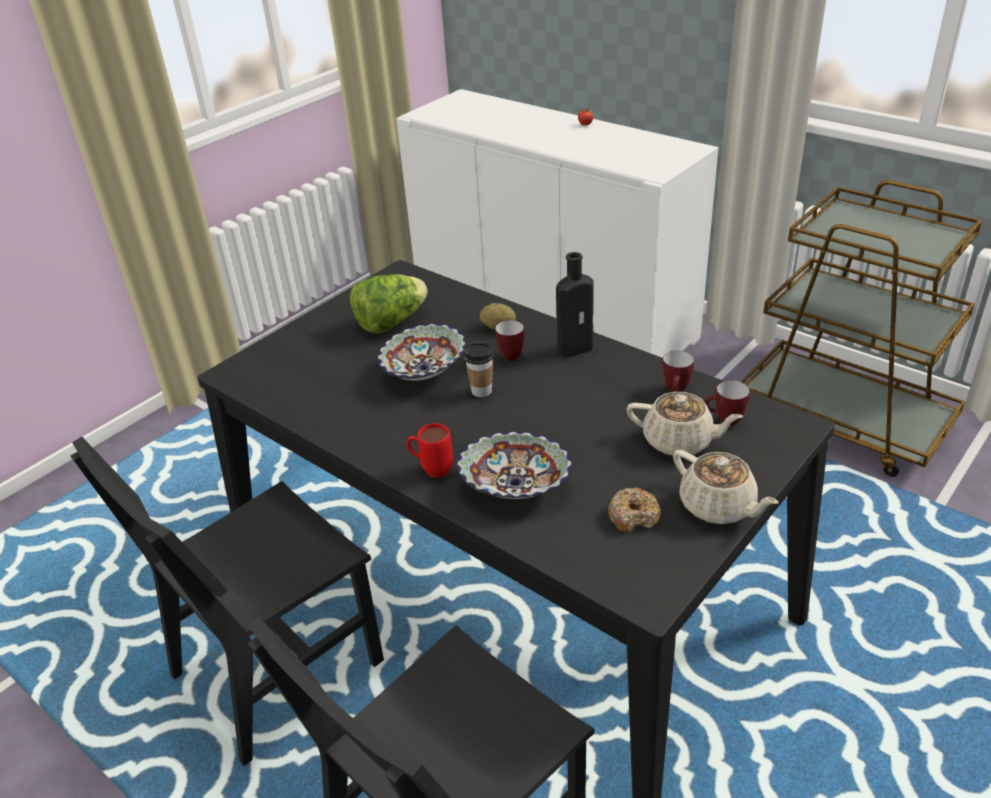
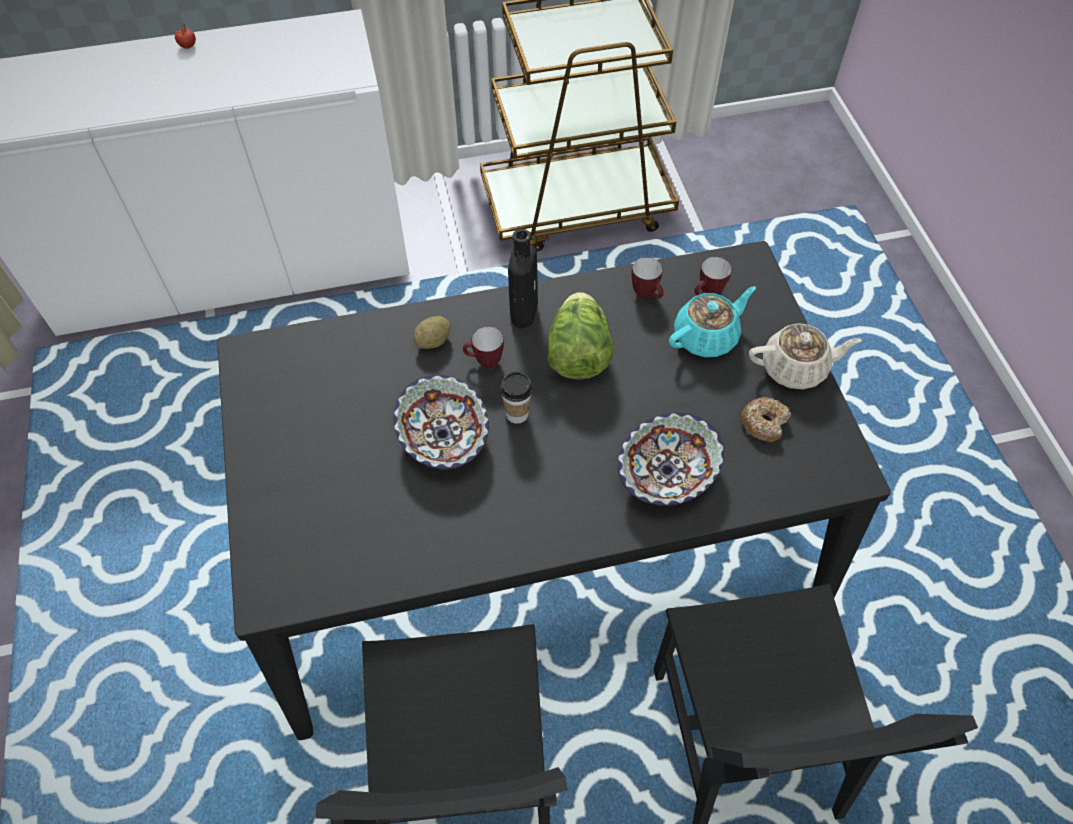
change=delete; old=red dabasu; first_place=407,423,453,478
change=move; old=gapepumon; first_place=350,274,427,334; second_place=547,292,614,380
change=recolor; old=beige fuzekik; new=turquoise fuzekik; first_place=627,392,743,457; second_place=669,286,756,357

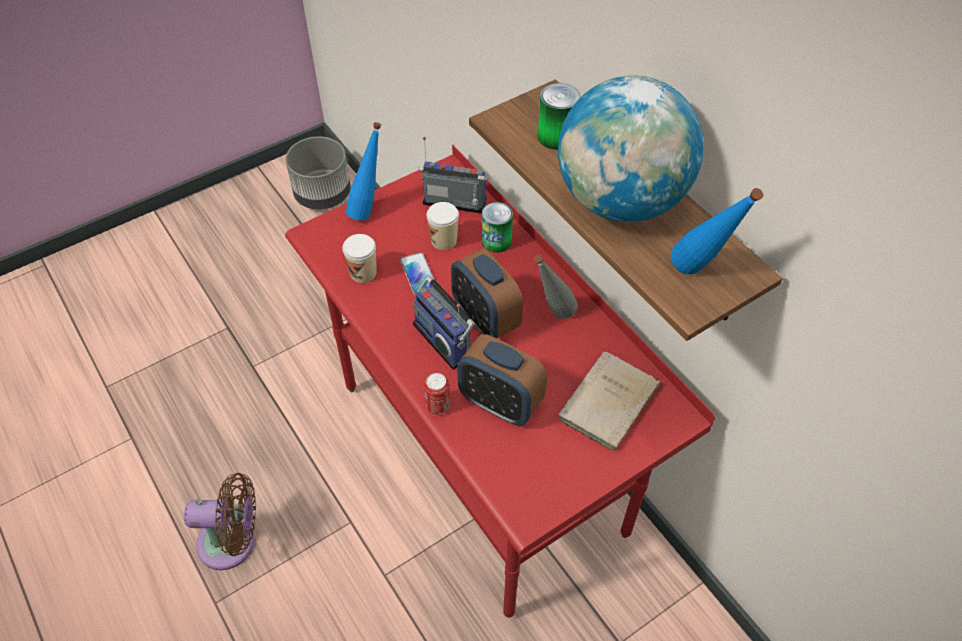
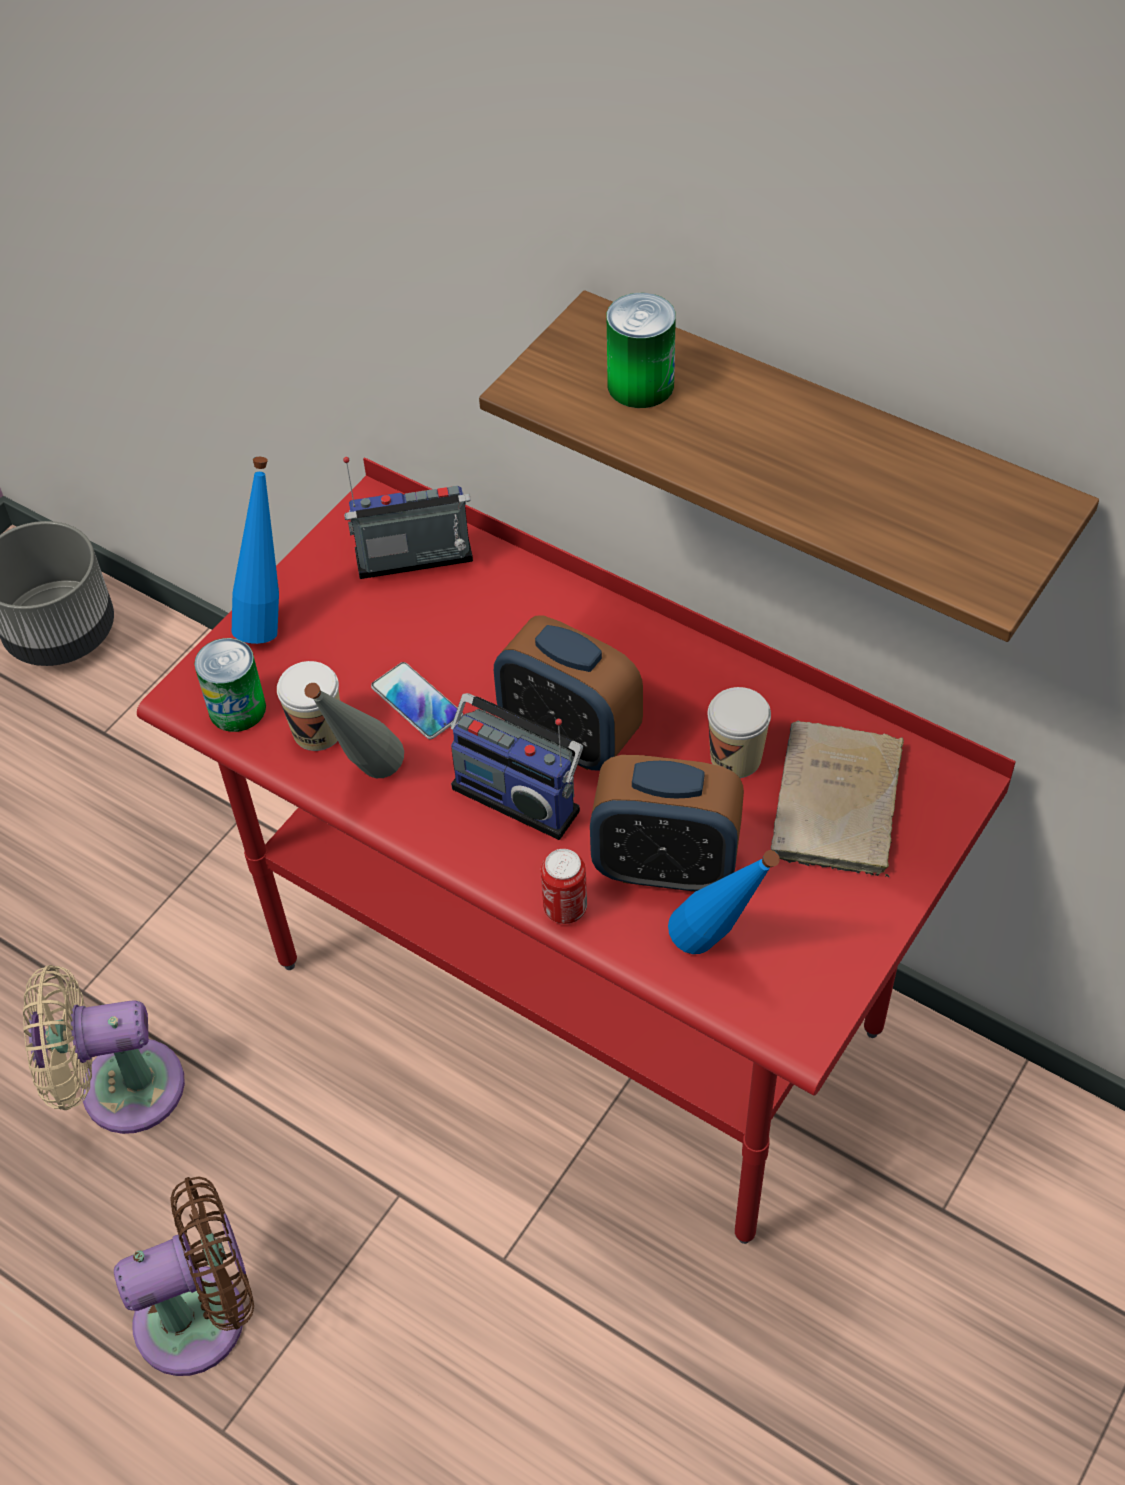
change=delete; old=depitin; first_place=558,75,704,222
change=insert; new=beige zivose; second_place=23,965,185,1134
change=move; old=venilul; first_place=427,202,459,250; second_place=707,687,771,778
change=move; old=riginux; first_place=482,202,513,253; second_place=194,638,266,732
change=move; old=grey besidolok; first_place=534,255,578,319; second_place=304,683,404,778
change=move; old=blue besidolok; first_place=671,188,763,274; second_place=668,850,780,954

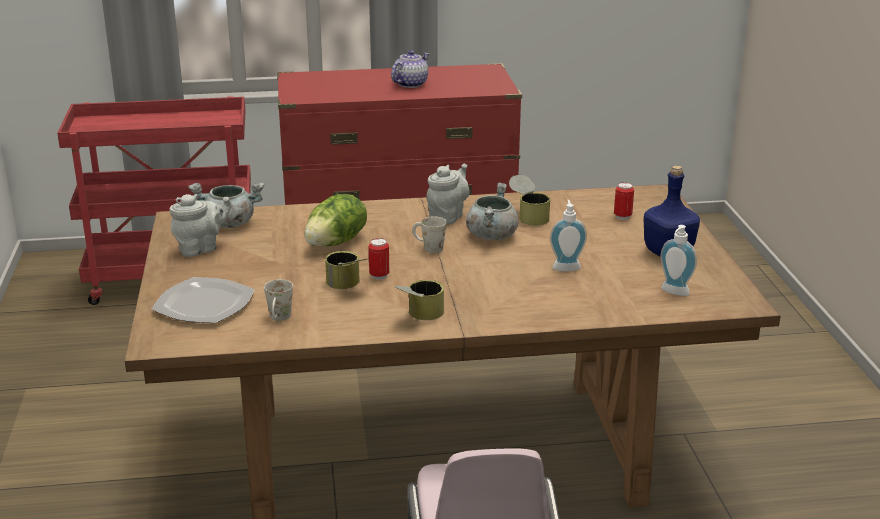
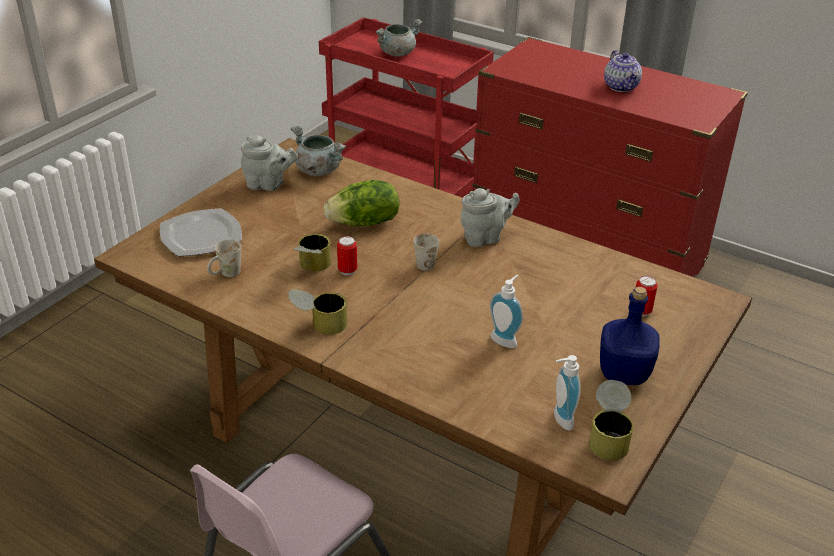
change=move; old=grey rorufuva; first_place=466,183,518,240; second_place=375,19,422,57
change=move; old=riginux; first_place=509,175,551,226; second_place=589,380,634,460
change=rotate; old=fuzekik; first_place=391,50,429,88; second_place=604,50,642,92; degrees=90

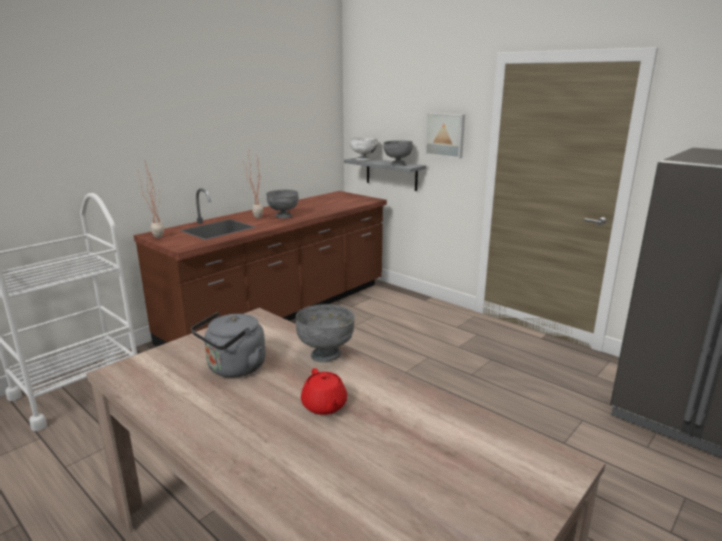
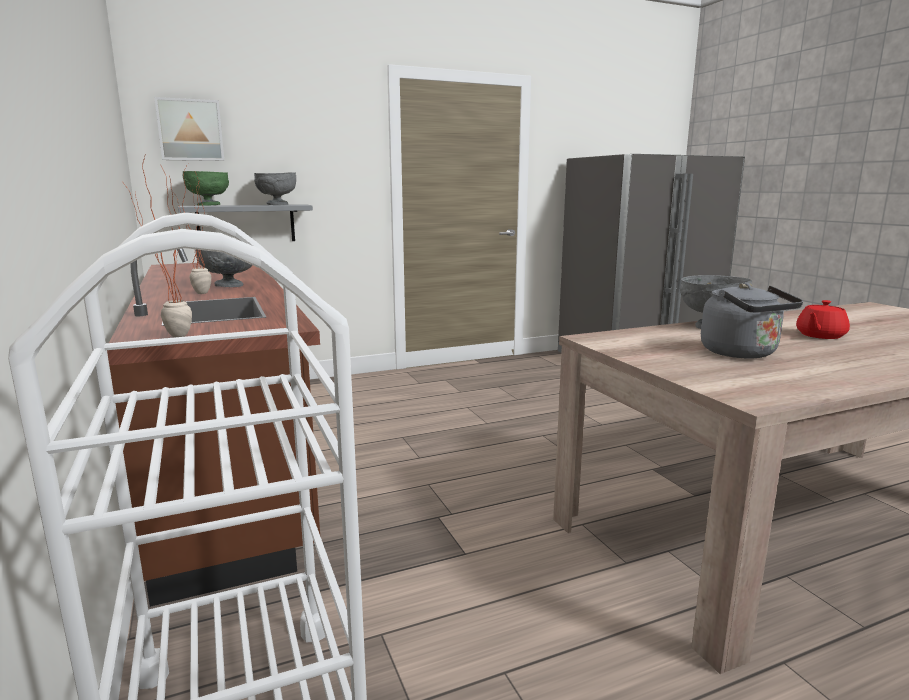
change=move; old=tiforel; first_place=425,113,465,159; second_place=154,97,224,161
change=recolor; old=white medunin; new=green medunin; first_place=350,137,377,160; second_place=183,171,229,206
change=rotate; old=red fuzekik; first_place=301,368,347,415; second_place=796,300,850,339; degrees=135

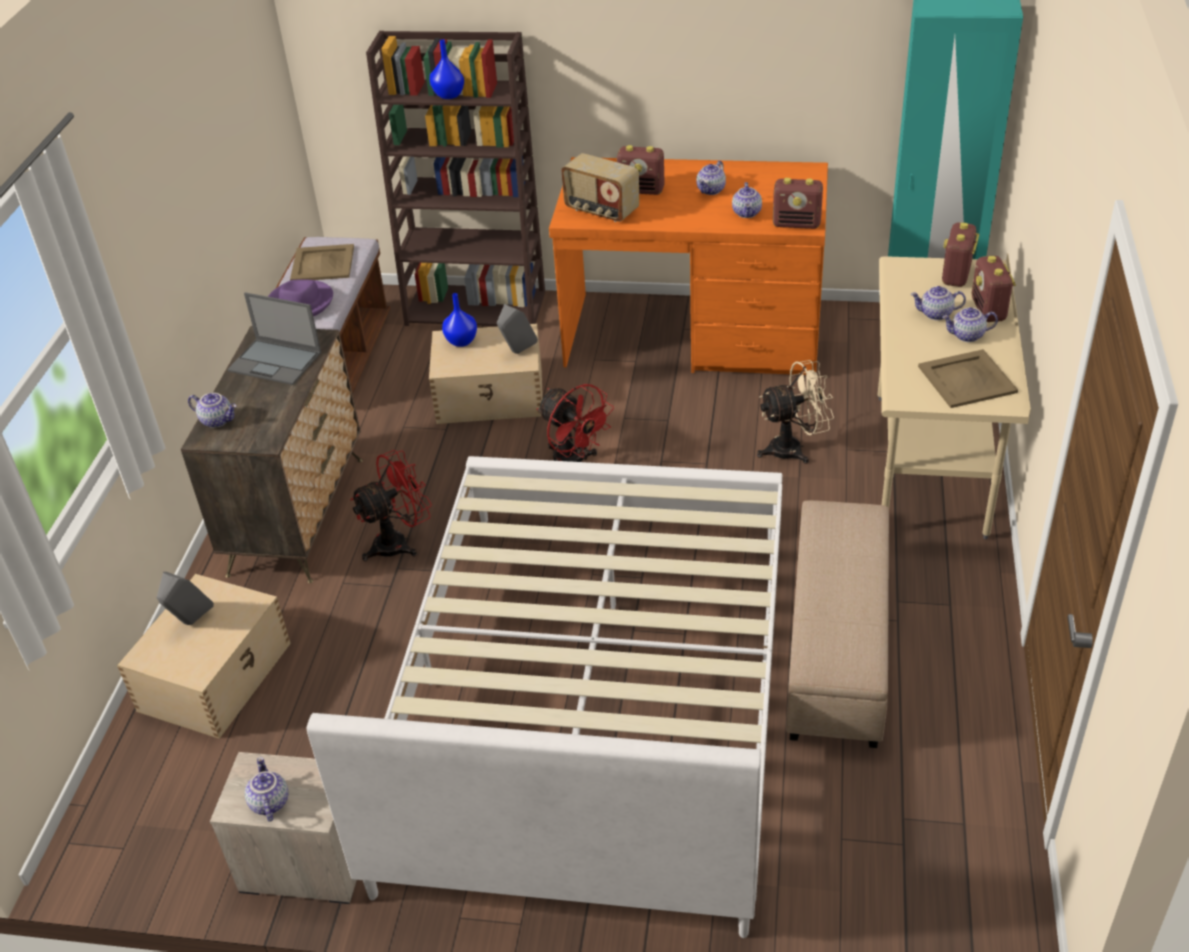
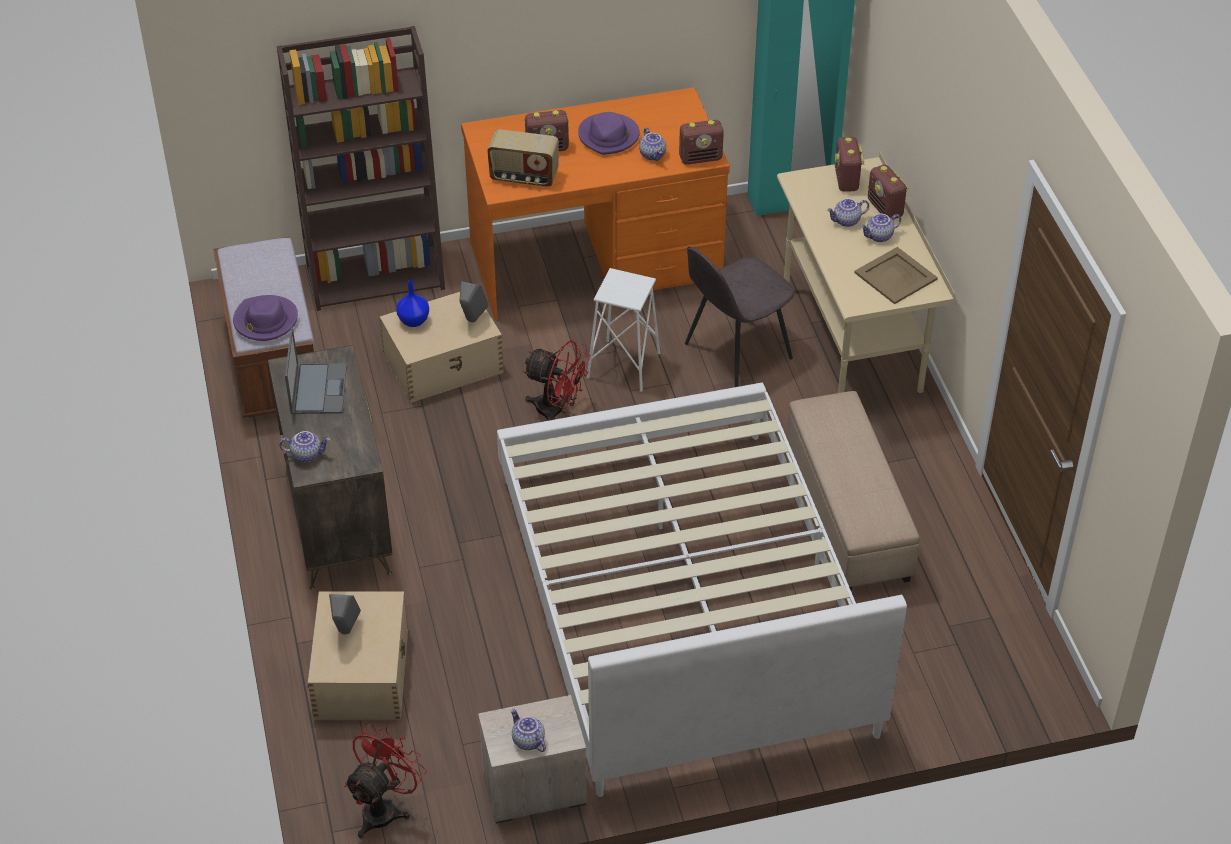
change=delete; old=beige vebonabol; first_place=290,244,354,280
change=delete; old=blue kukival; first_place=430,39,464,99
change=insert; new=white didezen; second_place=587,268,660,392
change=move; old=red zivose; first_place=350,450,432,561; second_place=344,724,427,838
change=replace; old=fuzekik; new=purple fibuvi; first_place=696,161,726,195; second_place=578,112,640,155
change=replace; old=beige zivose; new=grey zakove; first_place=757,360,834,464; second_place=685,246,795,387
change=rotate; old=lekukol; first_place=227,292,321,385; second_place=285,327,347,414; degrees=-90

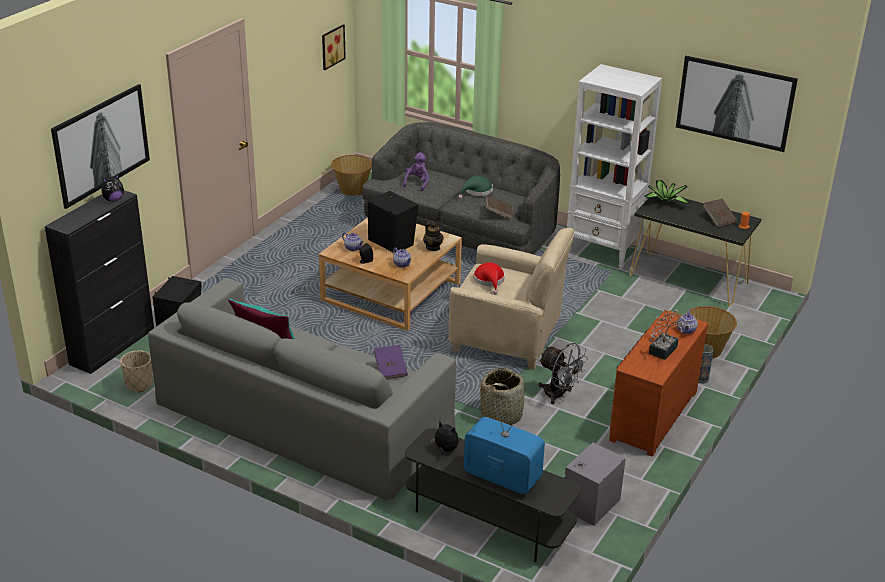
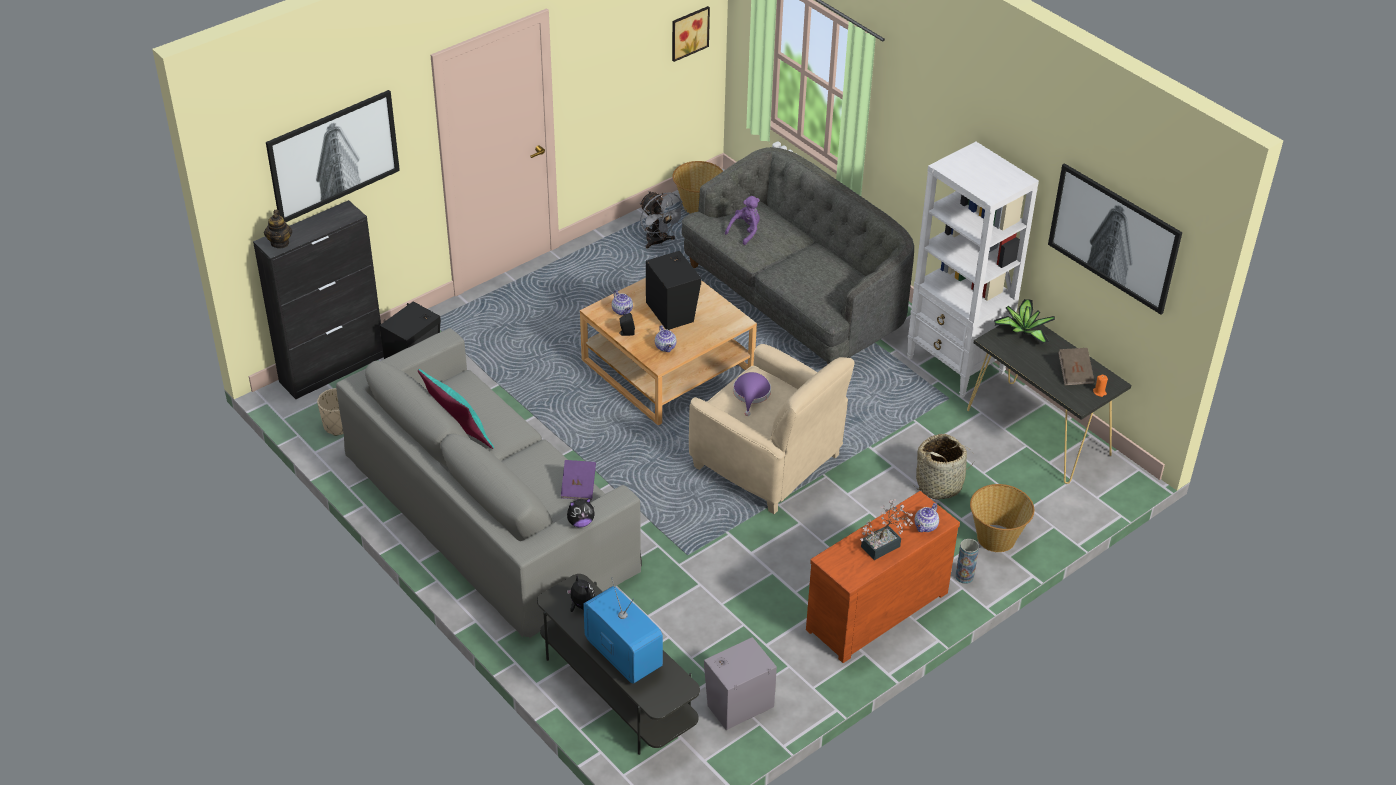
change=delete; old=green fibuvi; first_place=459,176,493,199
change=delete; old=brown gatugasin; first_place=486,195,513,219
change=move; old=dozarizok; first_place=101,174,124,202; second_place=567,498,594,527
change=move; old=fuzekik; first_place=423,222,443,251; second_place=264,210,292,248
change=move; old=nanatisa; first_place=480,368,526,425; second_place=914,434,974,500
change=move; old=grey zivose; first_place=539,343,588,404; second_place=640,191,687,249
change=recolor; old=red fibuvi; new=purple fibuvi; first_place=474,262,505,295; second_place=733,372,771,416

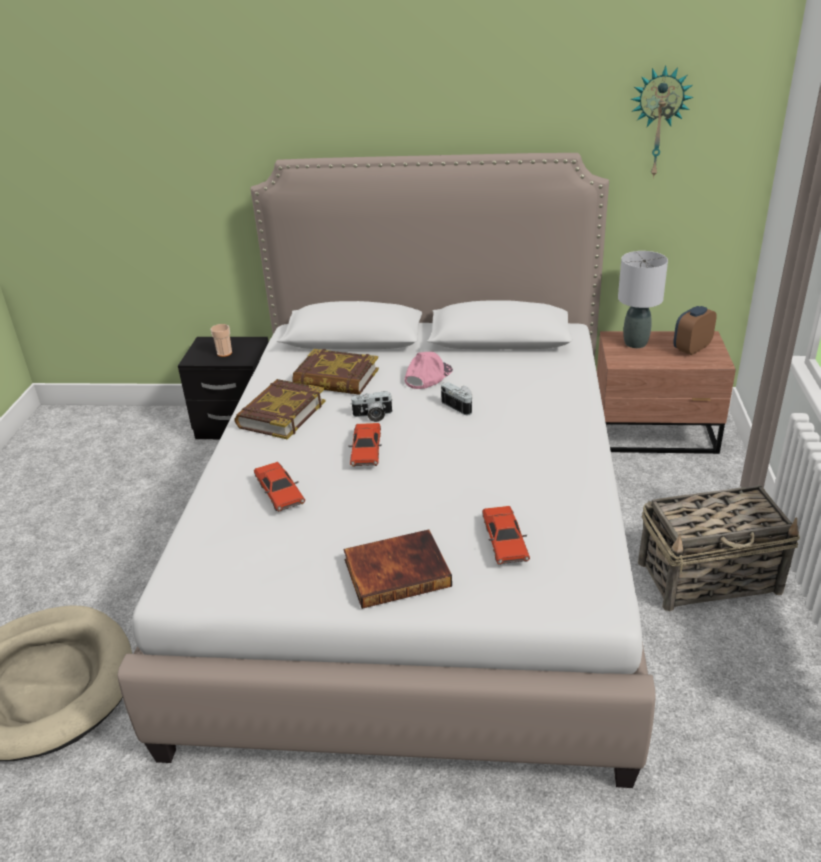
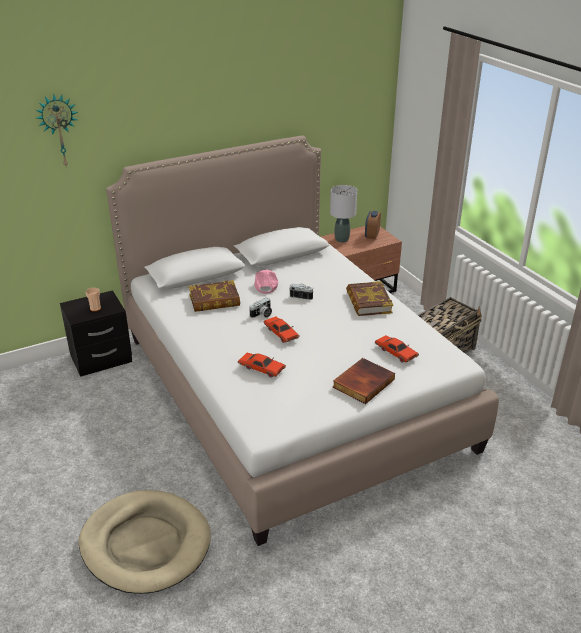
change=move; old=gatugasin; first_place=234,379,326,439; second_place=346,281,393,316
change=move; old=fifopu; first_place=631,65,694,179; second_place=36,94,78,168

